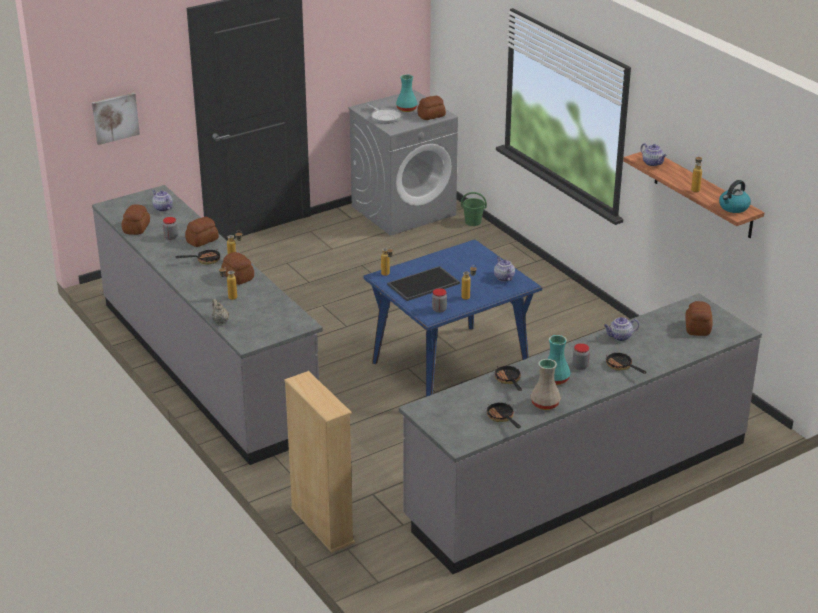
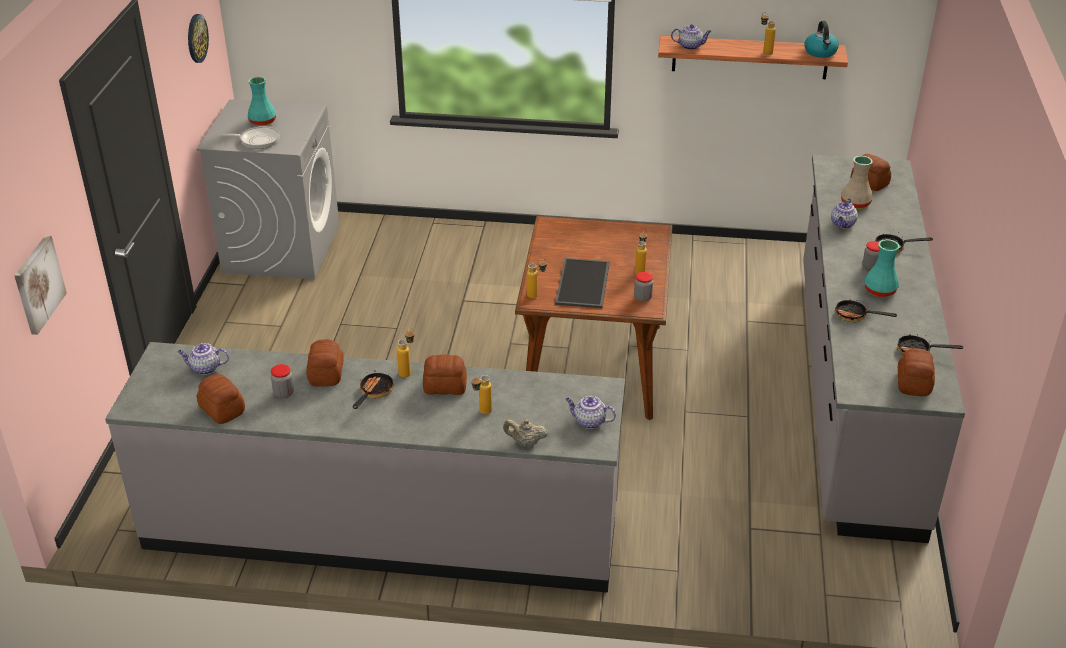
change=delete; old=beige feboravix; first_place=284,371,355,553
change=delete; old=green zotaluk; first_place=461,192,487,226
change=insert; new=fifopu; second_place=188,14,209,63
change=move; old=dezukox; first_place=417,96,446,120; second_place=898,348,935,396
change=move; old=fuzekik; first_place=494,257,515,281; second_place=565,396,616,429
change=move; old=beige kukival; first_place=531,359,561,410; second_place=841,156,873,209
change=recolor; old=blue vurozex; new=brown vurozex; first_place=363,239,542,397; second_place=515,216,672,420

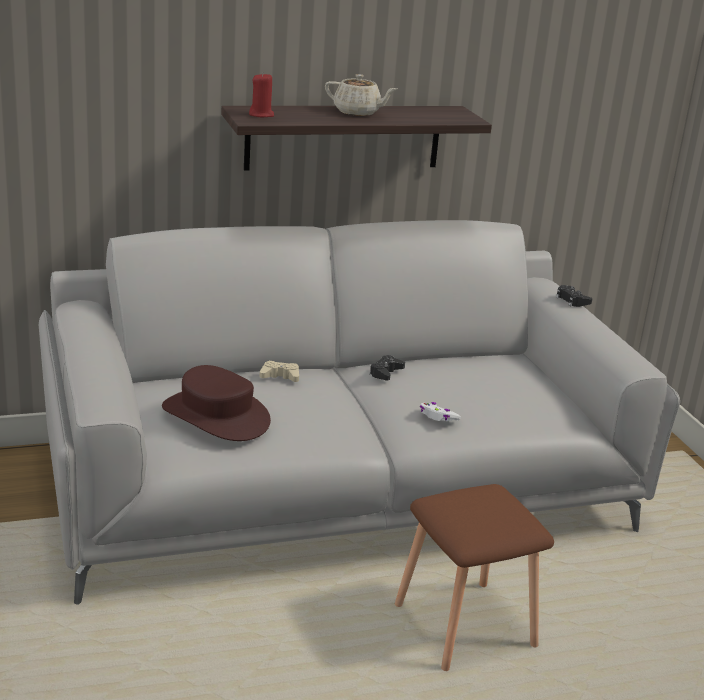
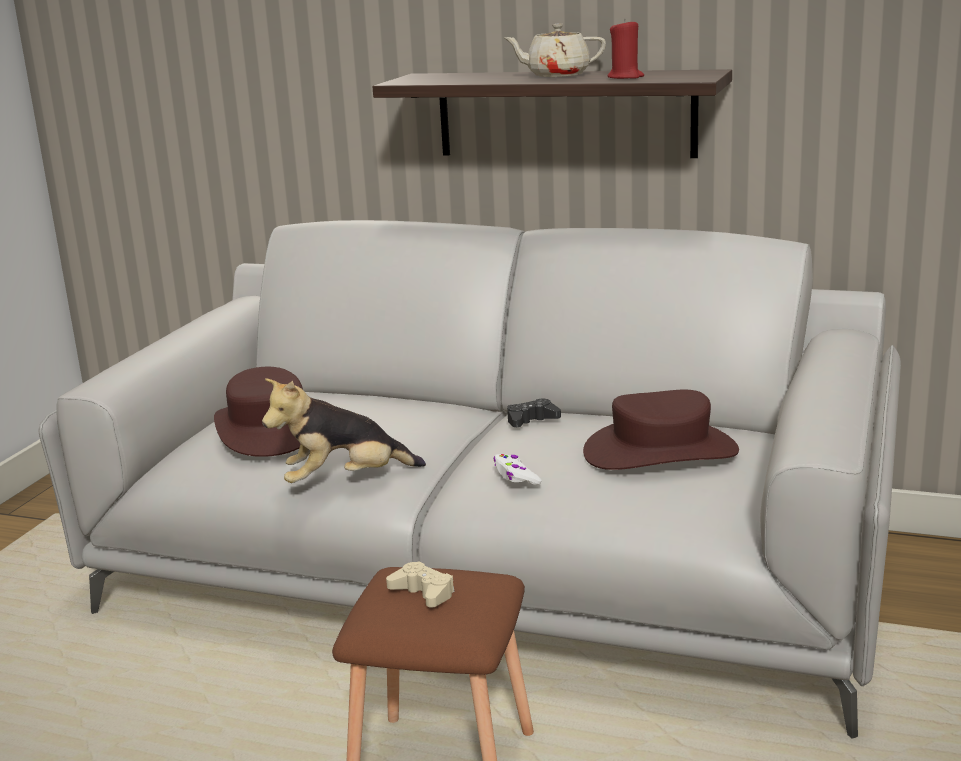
change=delete; old=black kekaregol; first_place=556,285,592,307
change=insert; new=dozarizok; second_place=262,378,426,483
change=insert; new=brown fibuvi; second_place=583,390,739,470
change=move; old=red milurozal; first_place=249,72,274,117; second_place=607,18,644,79
change=move; old=beige kekaregol; first_place=259,361,299,382; second_place=386,561,455,608
change=rotate; old=beige fuzekik; first_place=325,74,397,116; second_place=504,23,606,77; degrees=120

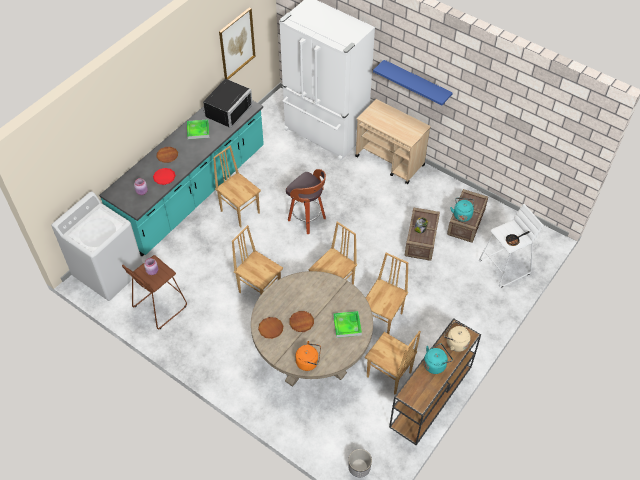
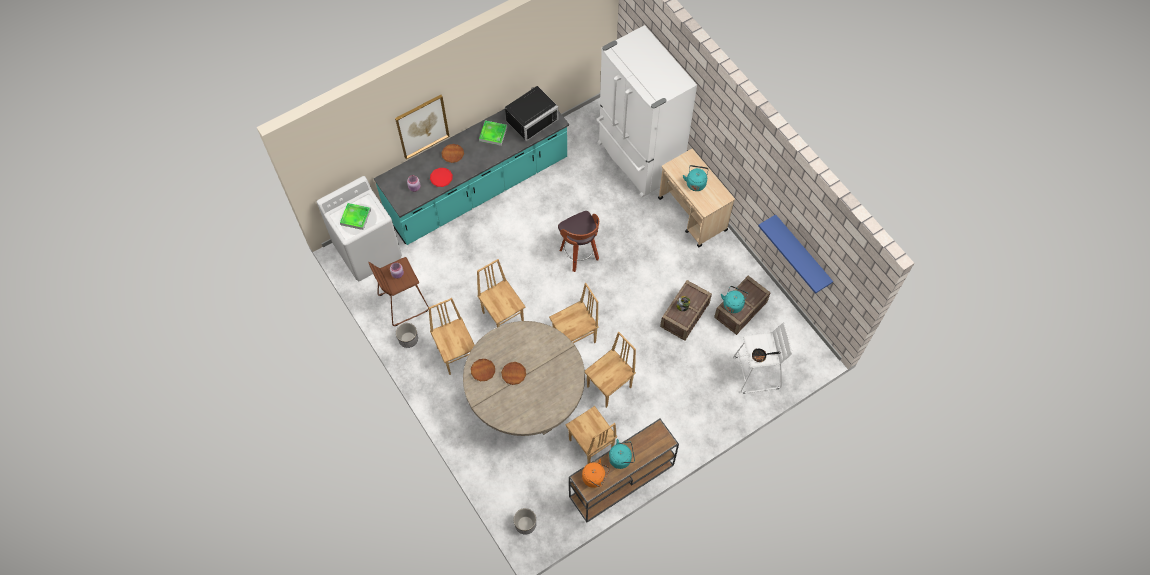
change=delete; old=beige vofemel; first_place=444,321,471,352
change=insert; new=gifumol; second_place=396,323,418,348
change=insert; new=turquoise vofemel; second_place=683,165,709,191
change=move; old=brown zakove; first_place=213,145,261,228; second_place=429,298,474,375
change=move; old=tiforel; first_place=219,7,255,79; second_place=395,95,450,159
change=move; old=orange vofemel; first_place=295,341,321,371; second_place=582,459,610,488
change=move; old=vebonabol; first_place=333,311,362,338; second_place=340,203,371,230
change=move; old=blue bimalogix; first_place=373,60,453,106; second_place=758,214,833,294

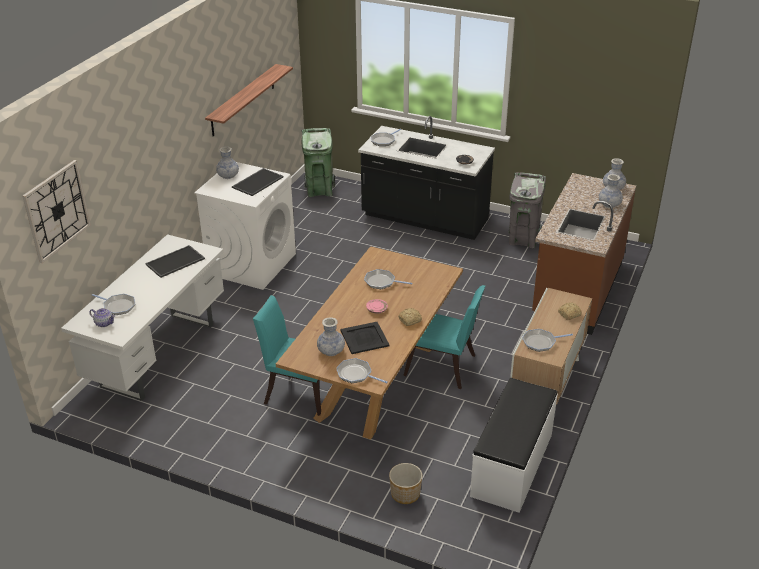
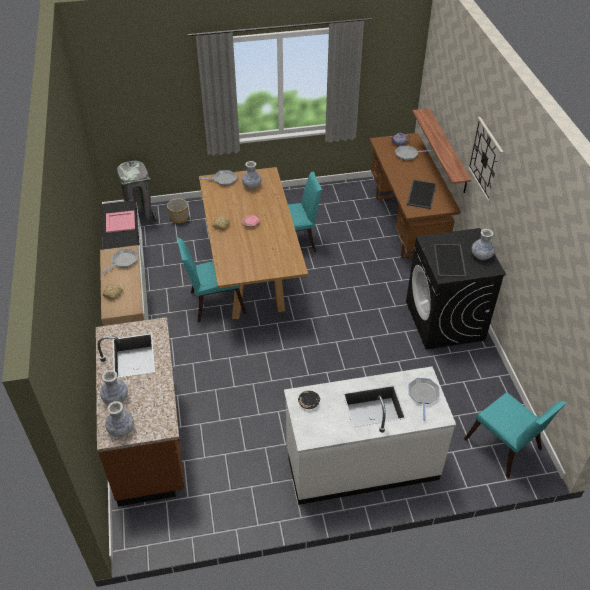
change=delete; old=black vebonabol; first_place=340,322,390,354
change=delete; old=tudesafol; first_place=364,269,413,289
change=insert; new=pink vebonabol; second_place=106,211,135,233
change=move; old=fifopu; first_place=23,160,91,263; second_place=467,117,504,203
change=move; old=bimalogix; first_place=205,64,293,136; second_place=412,108,471,193
change=move; old=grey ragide; first_place=508,172,546,248; second_place=117,161,157,222
change=replace; old=green ragide; new=turquoise zakove; first_place=301,128,335,197; second_place=464,392,566,478
change=recolor; old=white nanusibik; new=brown nanusibik; first_place=61,234,224,401; second_place=370,133,461,258
change=recolor; old=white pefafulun; new=black pefafulun; first_place=194,162,296,290; second_place=406,228,506,350
change=recolor; old=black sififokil; new=white sififokil; first_place=358,116,495,240; second_place=284,367,456,505

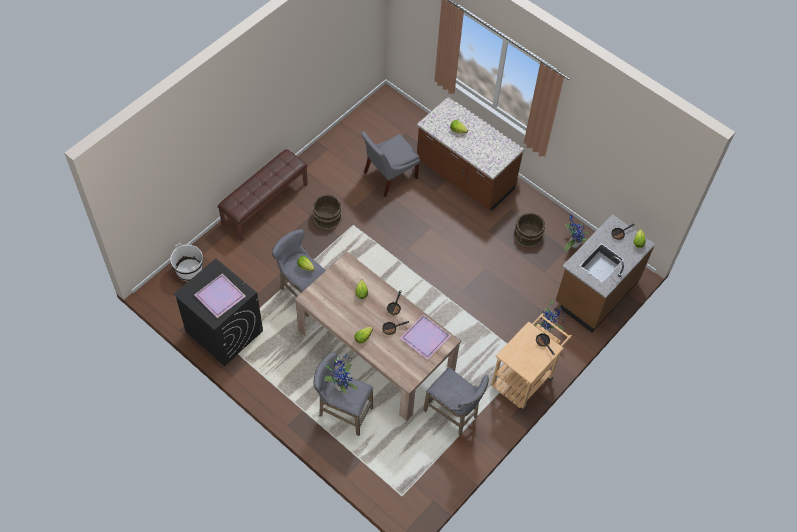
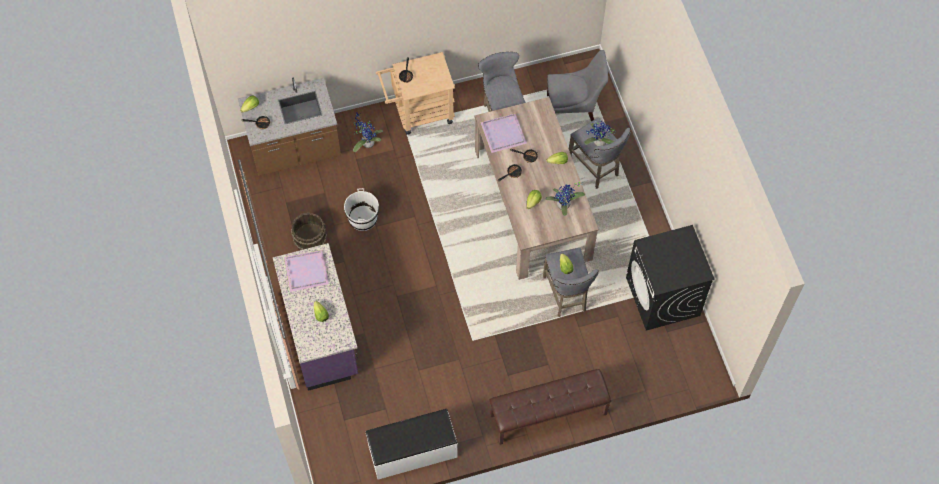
change=delete; old=brown zotaluk; first_place=312,195,342,230
change=insert; new=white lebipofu; second_place=366,409,458,480
change=move; old=white zotaluk; first_place=170,243,203,281; second_place=344,188,379,231
change=move; old=purple vebonabol; first_place=194,273,246,318; second_place=284,250,329,292
change=move; old=grey zakove; first_place=361,131,420,197; second_place=547,50,608,122
change=move; old=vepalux; first_place=564,214,589,251; second_place=546,182,585,216
change=recolor; old=brown sififokil; new=purple sififokil; first_place=417,97,524,211; second_place=273,243,358,391

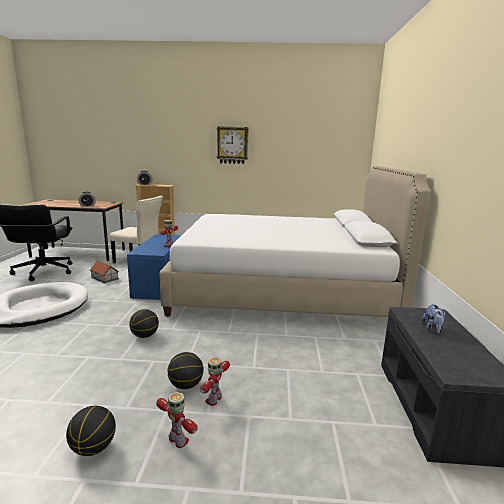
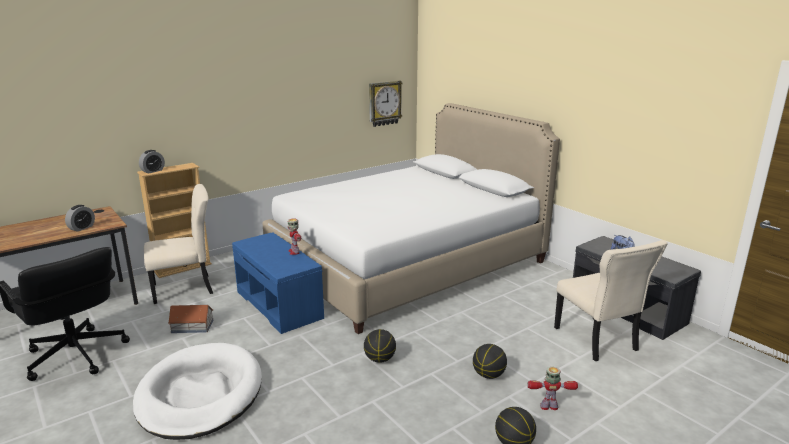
change=delete; old=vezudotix; first_place=200,358,230,406
change=insert; new=beige zakove; second_place=554,240,668,361
change=move; old=fifopu; first_place=217,126,249,164; second_place=369,81,403,127

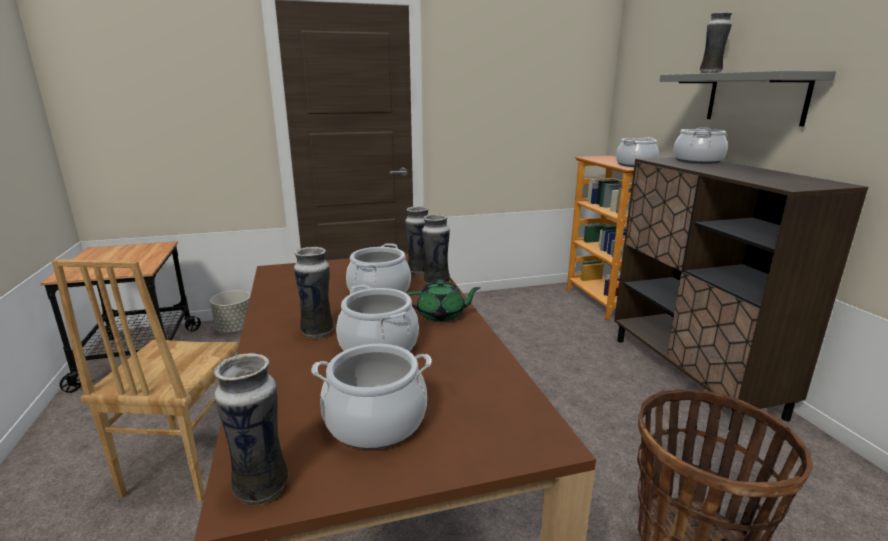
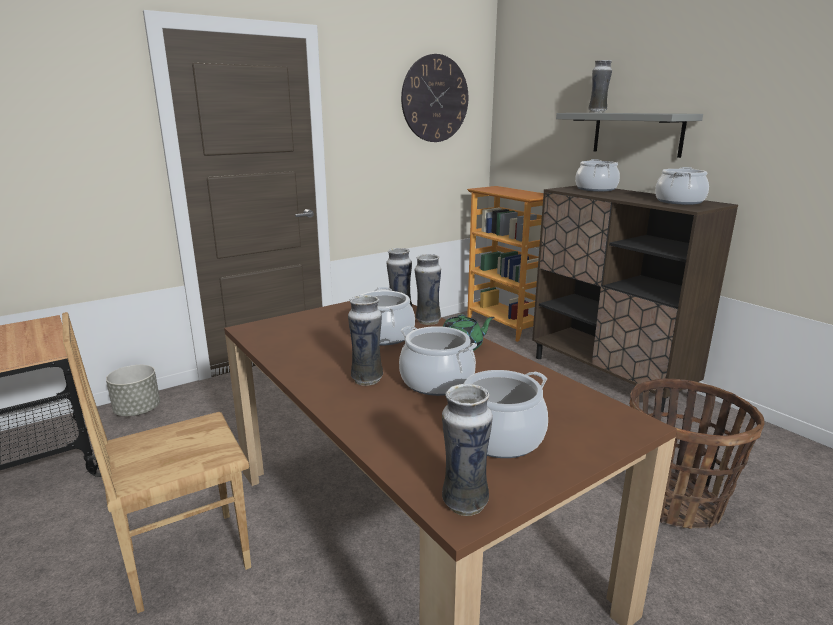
change=insert; new=fifopu; second_place=401,54,468,142
change=move; old=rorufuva; first_place=616,137,659,167; second_place=655,167,709,205
change=rotate; old=brown zakove; first_place=52,259,239,502; second_place=62,312,251,613; degrees=75

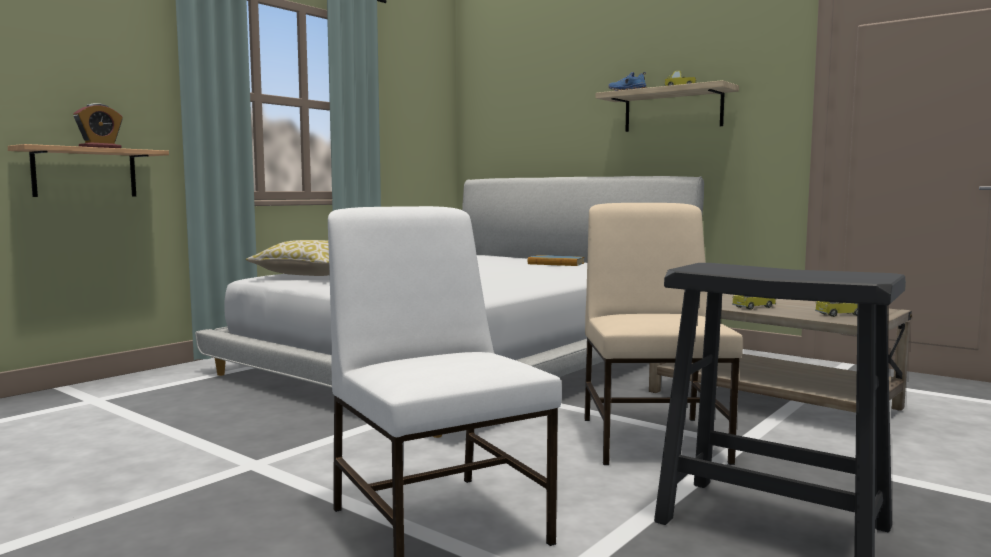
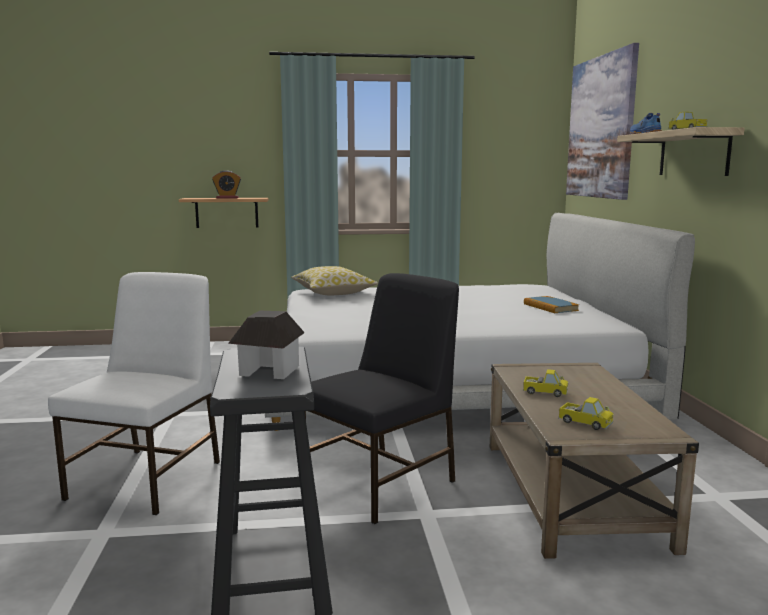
change=insert; new=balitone; second_place=228,311,305,379
change=insert; new=tiforel; second_place=566,43,639,200
change=recolor; old=beige zakove; new=black zakove; first_place=584,203,743,465; second_place=305,273,459,524

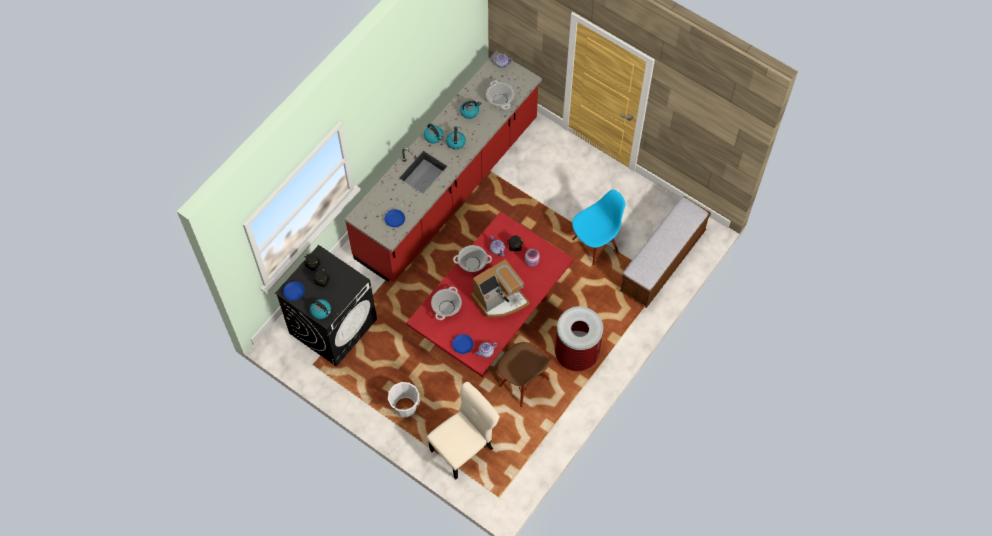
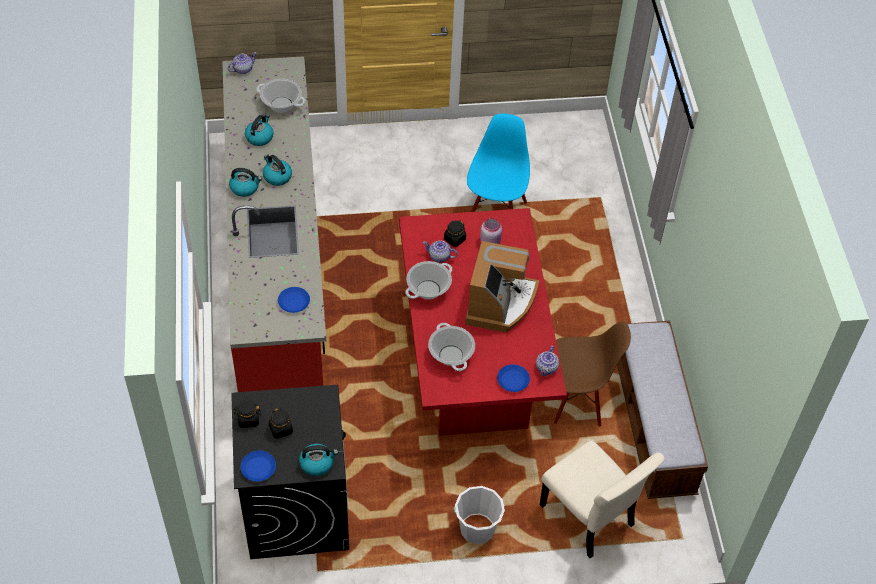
change=delete; old=ragide; first_place=555,306,603,372
change=move; old=lebipofu; first_place=620,196,711,308; second_place=617,320,708,499
change=rotate; old=beige zakove; first_place=427,382,500,479; second_place=540,440,665,558; degrees=135

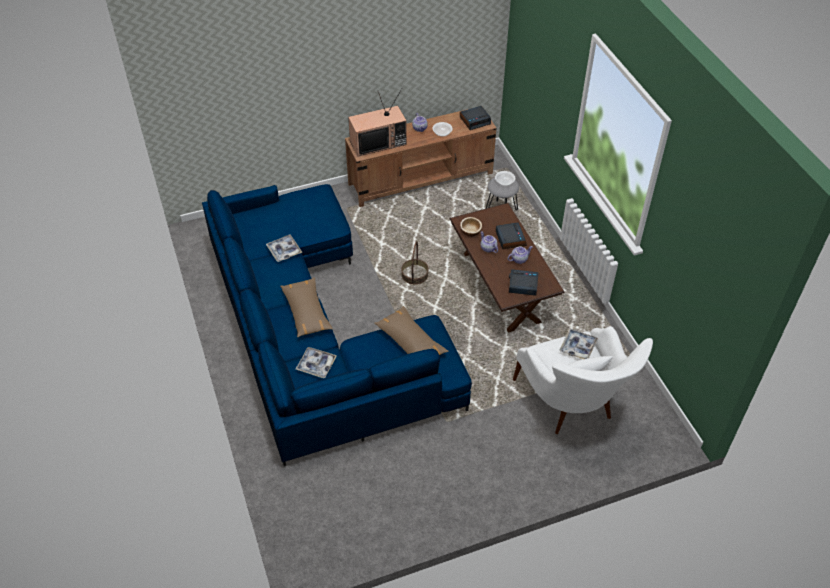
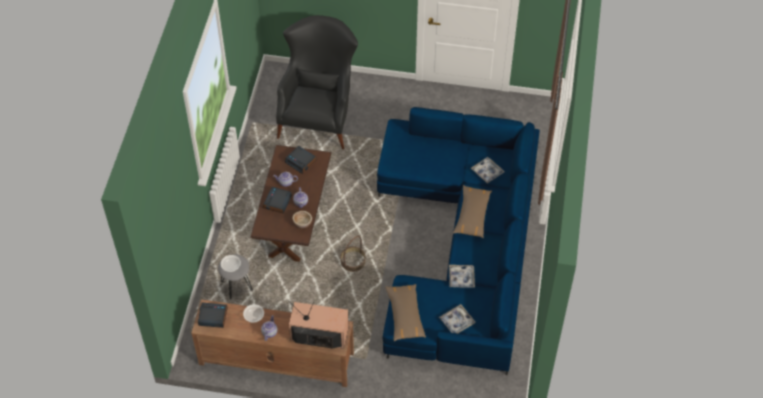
change=move; old=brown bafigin; first_place=374,306,449,355; second_place=385,284,426,341
change=move; old=vebonabol; first_place=560,329,598,359; second_place=439,304,475,333
change=recolor; old=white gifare; new=black gifare; first_place=513,326,653,434; second_place=276,15,358,149

